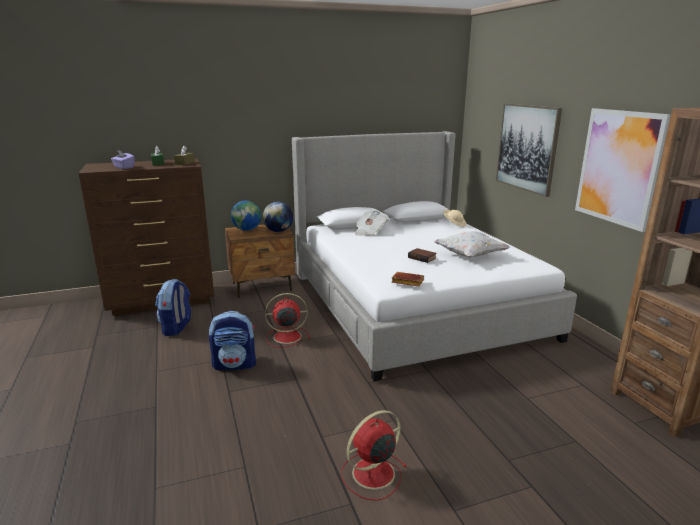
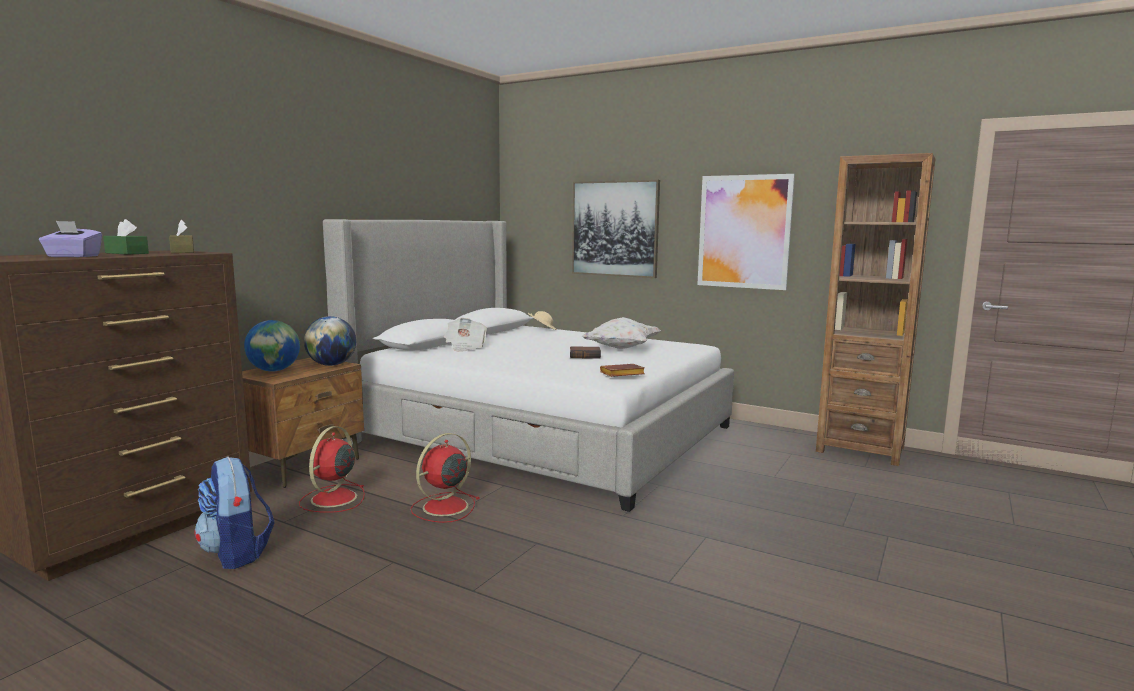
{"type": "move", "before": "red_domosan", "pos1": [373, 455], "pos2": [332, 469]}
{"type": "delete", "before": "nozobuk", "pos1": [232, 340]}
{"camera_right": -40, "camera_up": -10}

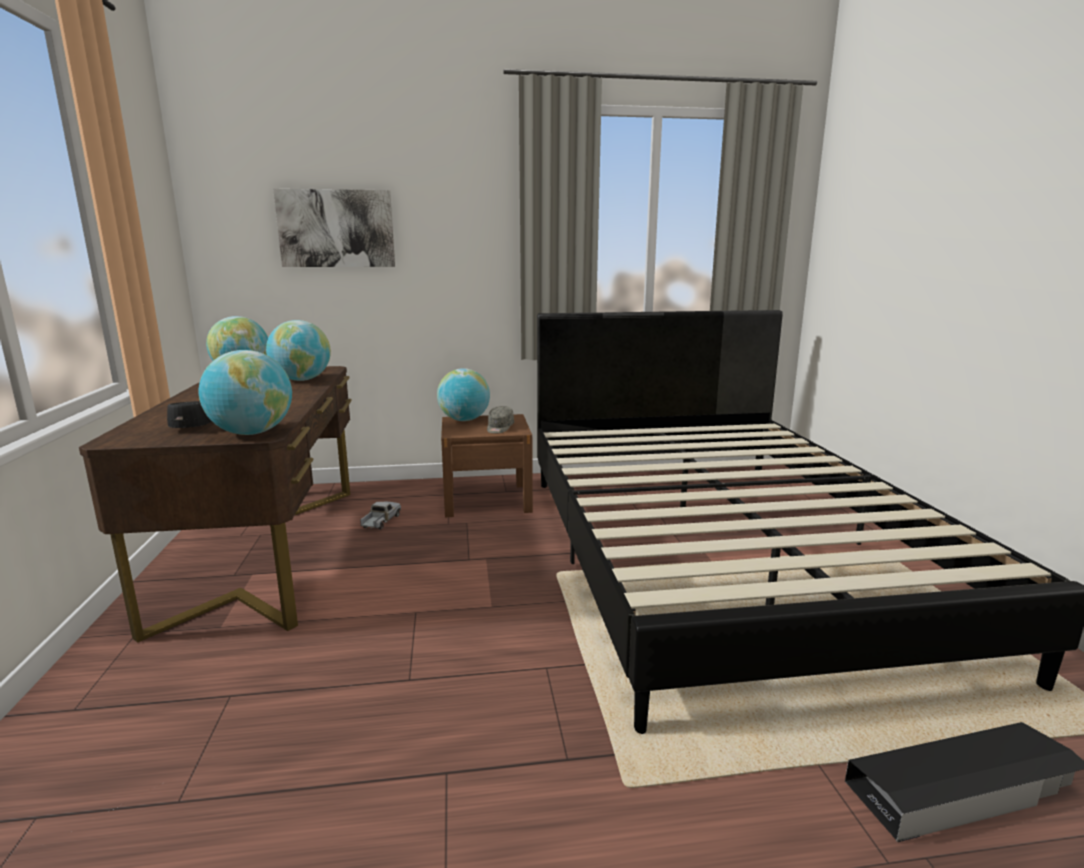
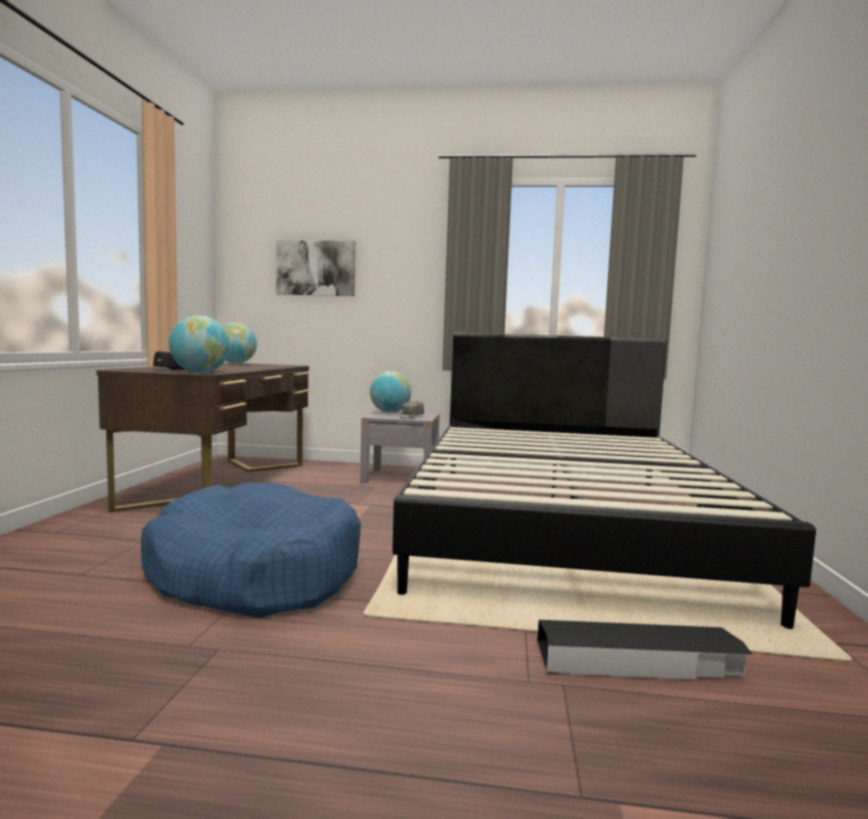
{"type": "insert", "after": "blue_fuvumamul", "pos2": [251, 550]}
{"type": "recolor", "before": "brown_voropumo", "after": "grey_voropumo", "pos1": [487, 466], "pos2": [400, 446]}
{"type": "delete", "before": "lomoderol", "pos1": [298, 350]}
{"type": "delete", "before": "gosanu", "pos1": [380, 515]}
{"camera_right": 15, "camera_up": -10}

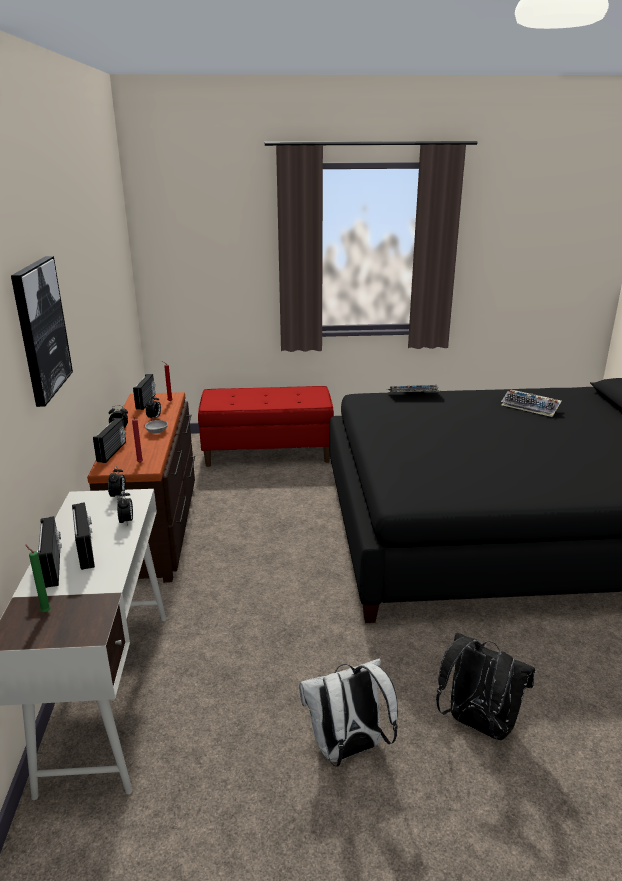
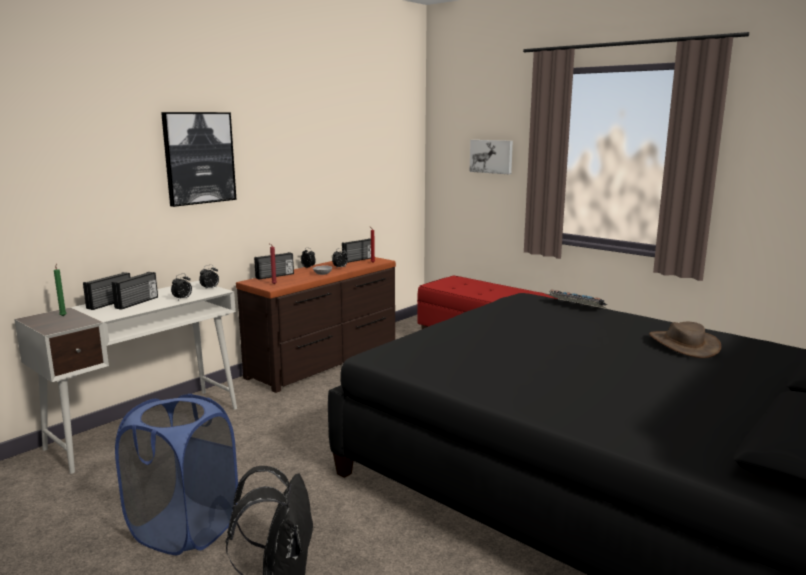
{"type": "replace", "before": "white_nozobuk", "after": "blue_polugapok", "pos1": [348, 713], "pos2": [176, 474]}
{"type": "insert", "after": "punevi", "pos2": [491, 157]}
{"type": "replace", "before": "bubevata", "after": "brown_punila", "pos1": [531, 403], "pos2": [685, 340]}
{"camera_right": 45, "camera_up": -10}

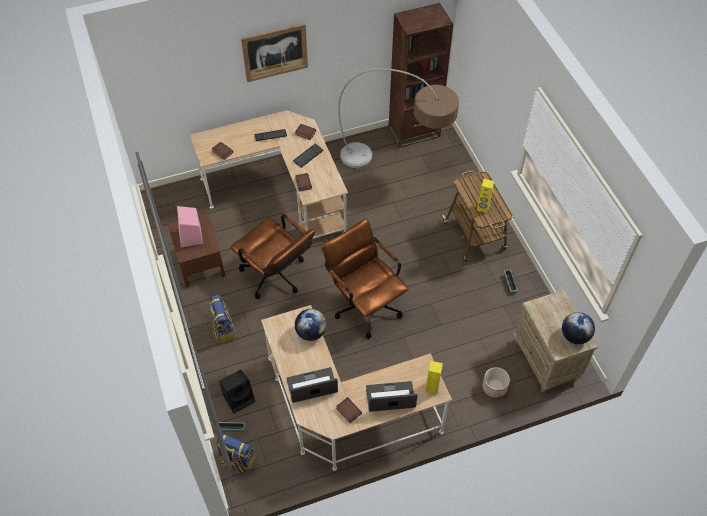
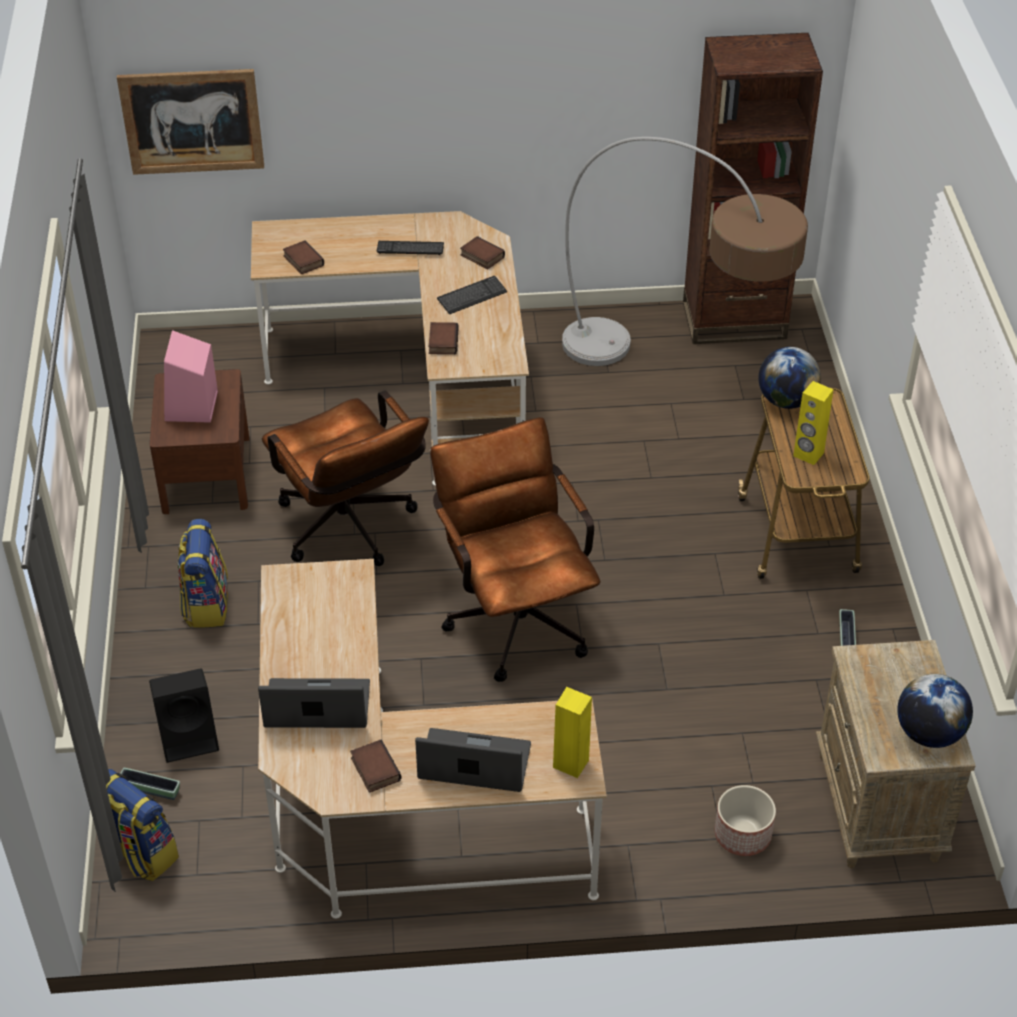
{"type": "move", "before": "punevi", "pos1": [274, 52], "pos2": [190, 122]}
{"type": "move", "before": "lomoderol", "pos1": [311, 325], "pos2": [789, 378]}
{"camera_right": 15, "camera_up": -10}

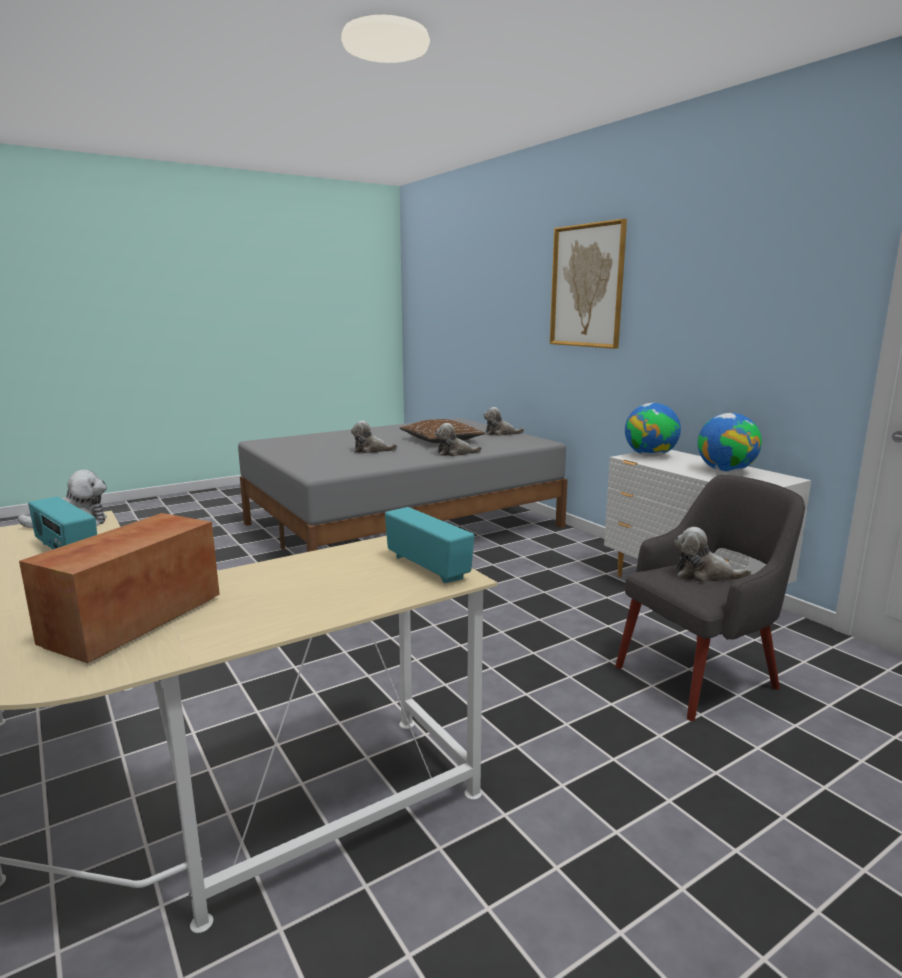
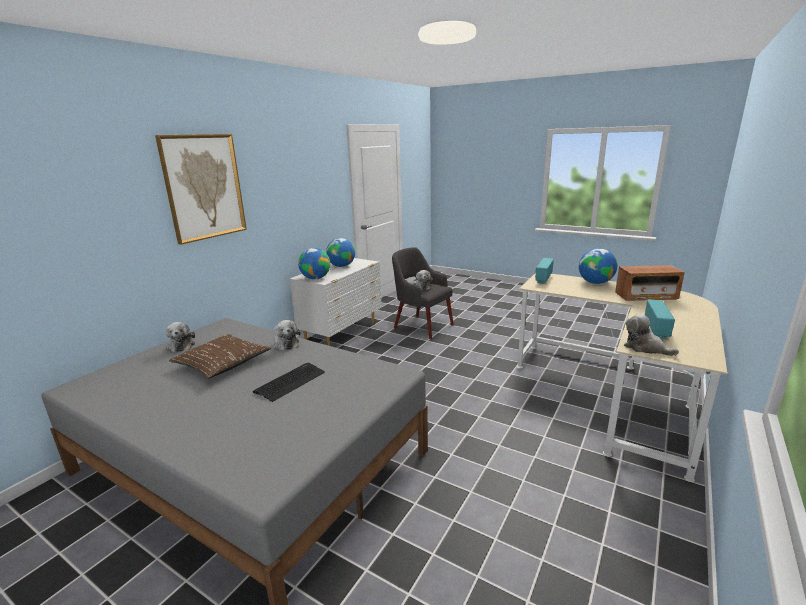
{"type": "replace", "before": "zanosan", "after": "bubevata", "pos1": [374, 437], "pos2": [289, 382]}
{"type": "insert", "after": "lomoderol", "pos2": [598, 266]}
{"camera_right": -115, "camera_up": 5}

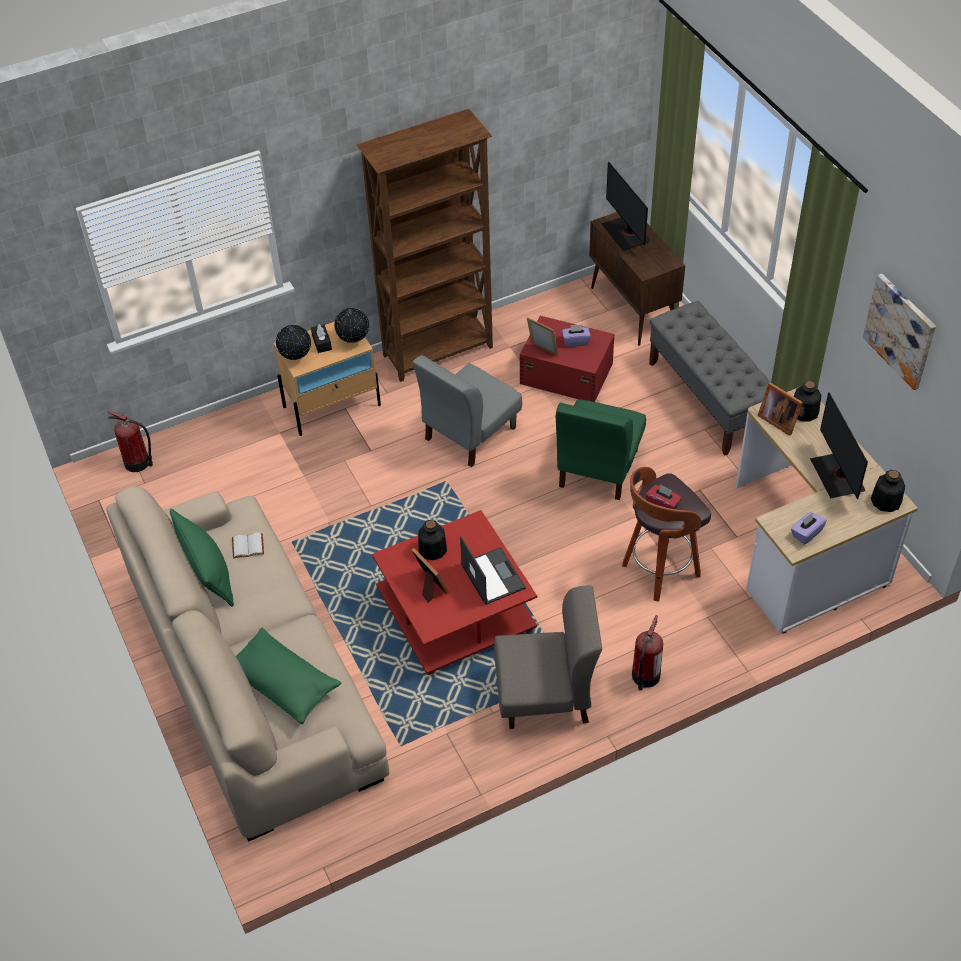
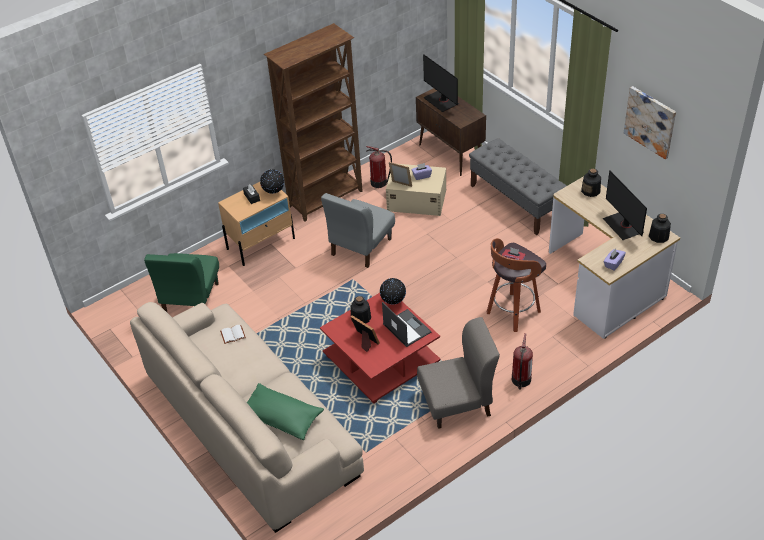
{"type": "move", "before": "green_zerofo", "pos1": [601, 449], "pos2": [181, 283]}
{"type": "move", "before": "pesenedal", "pos1": [130, 441], "pos2": [379, 167]}
{"type": "move", "before": "lomoderol", "pos1": [293, 342], "pos2": [393, 291]}
{"type": "recolor", "before": "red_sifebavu", "after": "beige_sifebavu", "pos1": [567, 359], "pos2": [416, 190]}
{"type": "delete", "before": "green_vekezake", "pos1": [202, 558]}
{"type": "delete", "before": "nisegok", "pos1": [780, 409]}
{"camera_right": -10, "camera_up": -5}

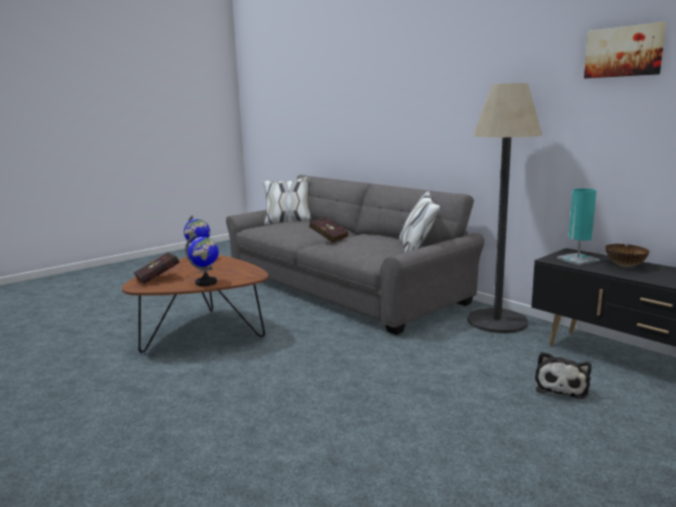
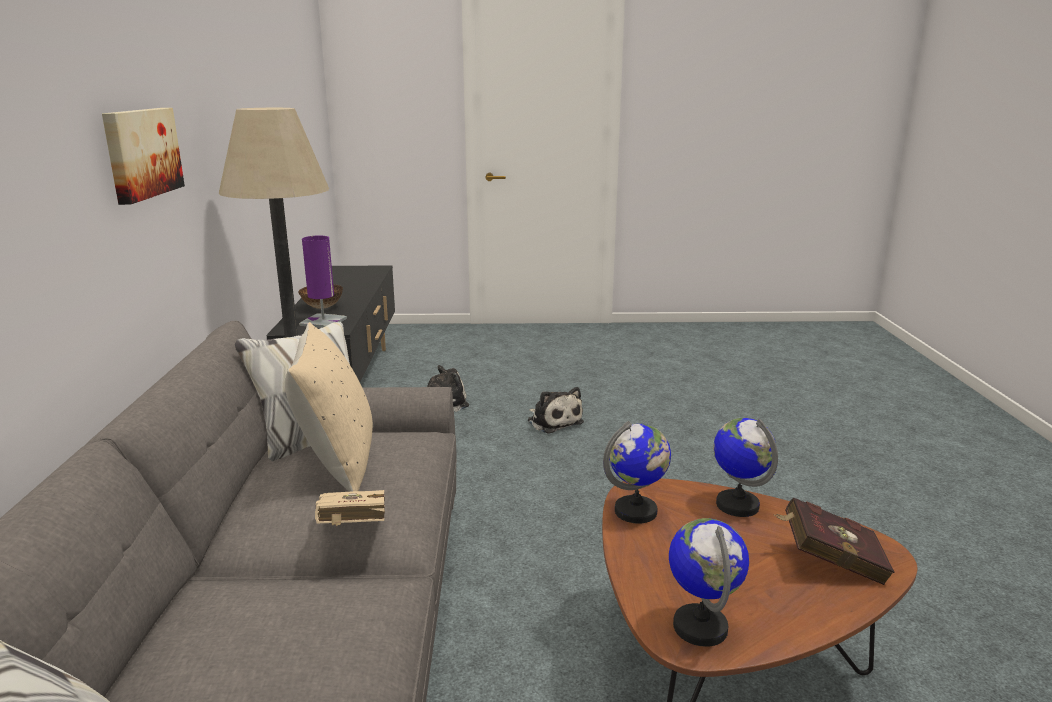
{"type": "move", "before": "punevi", "pos1": [625, 50], "pos2": [143, 156]}
{"type": "insert", "after": "beige_vekezake", "pos2": [329, 407]}
{"type": "recolor", "before": "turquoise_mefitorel", "after": "purple_mefitorel", "pos1": [578, 226], "pos2": [323, 281]}
{"type": "recolor", "before": "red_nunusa", "after": "beige_nunusa", "pos1": [329, 230], "pos2": [350, 508]}
{"type": "insert", "after": "zanosan", "pos2": [556, 410]}
{"type": "insert", "after": "lomoderol", "pos2": [637, 472]}
{"camera_right": -140, "camera_up": 5}

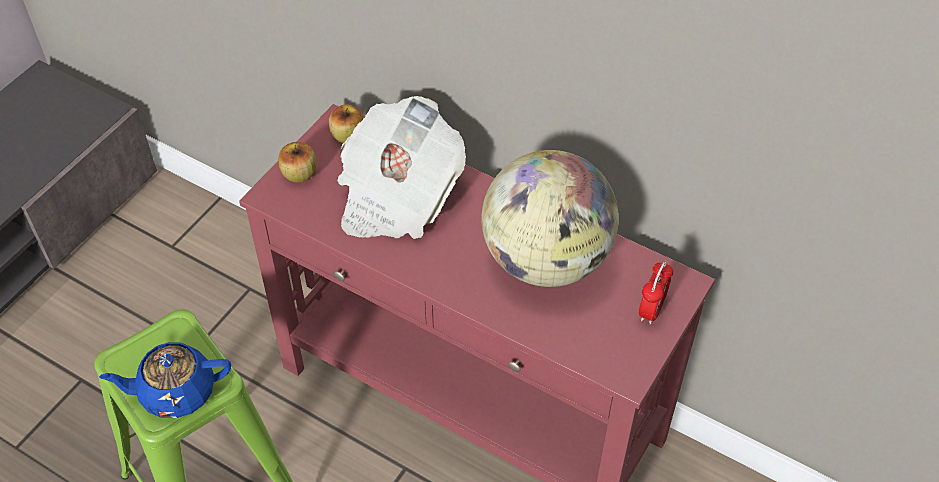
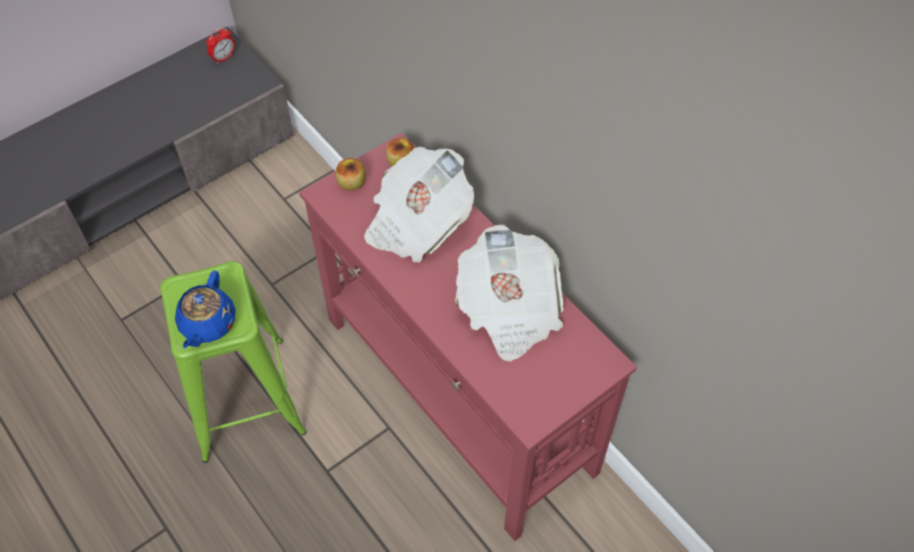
{"type": "rotate", "before": "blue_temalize", "pos1": [165, 380], "pos2": [205, 309], "turn": -90}
{"type": "move", "before": "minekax", "pos1": [656, 293], "pos2": [220, 45]}
{"type": "replace", "before": "lomoderol", "after": "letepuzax", "pos1": [550, 218], "pos2": [509, 293]}
{"camera_right": 20, "camera_up": 5}

